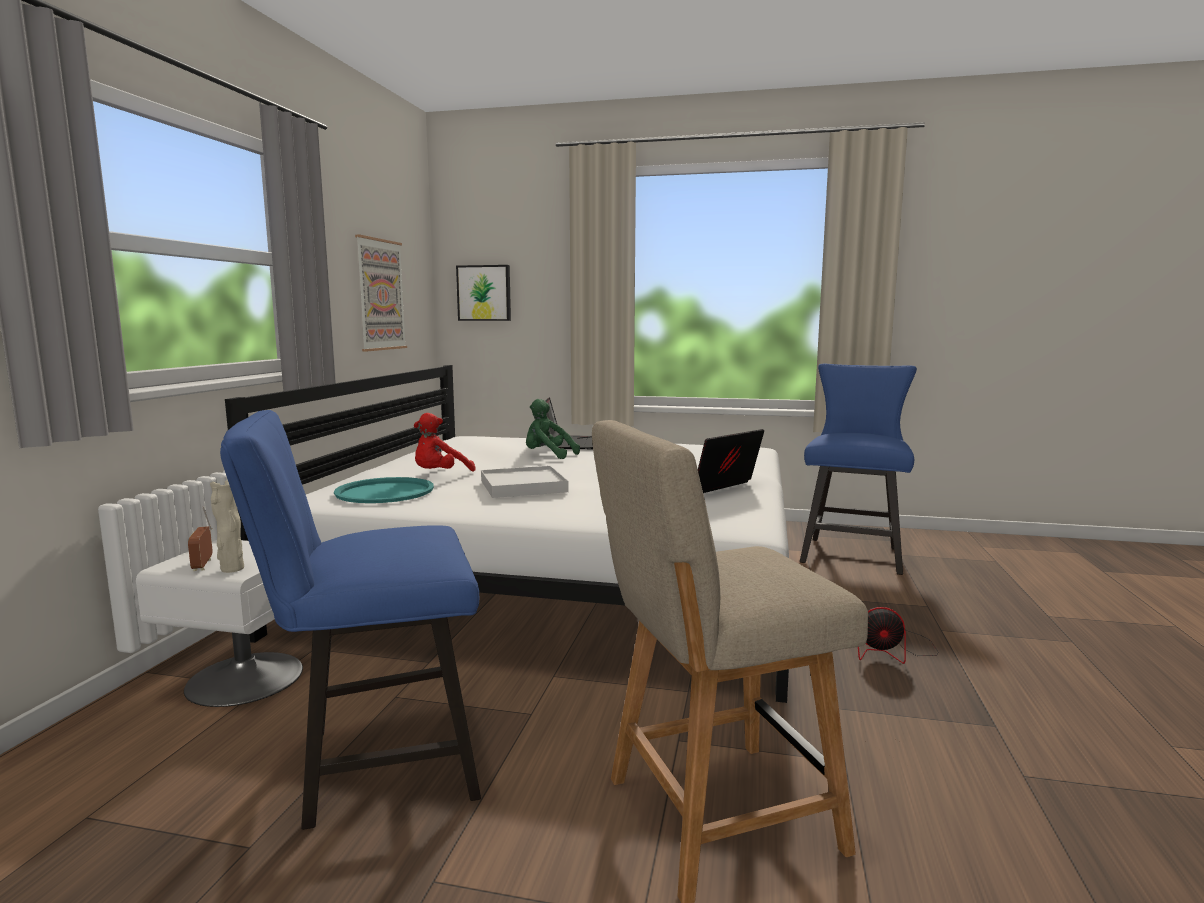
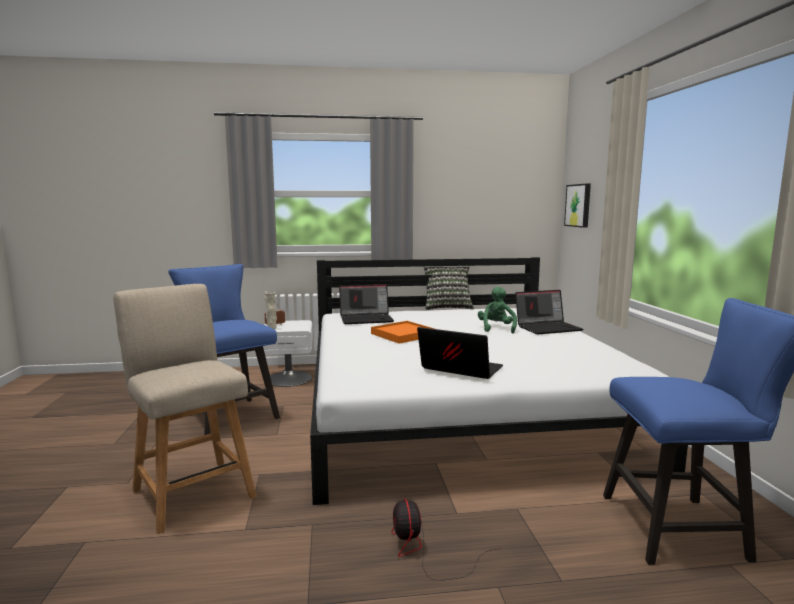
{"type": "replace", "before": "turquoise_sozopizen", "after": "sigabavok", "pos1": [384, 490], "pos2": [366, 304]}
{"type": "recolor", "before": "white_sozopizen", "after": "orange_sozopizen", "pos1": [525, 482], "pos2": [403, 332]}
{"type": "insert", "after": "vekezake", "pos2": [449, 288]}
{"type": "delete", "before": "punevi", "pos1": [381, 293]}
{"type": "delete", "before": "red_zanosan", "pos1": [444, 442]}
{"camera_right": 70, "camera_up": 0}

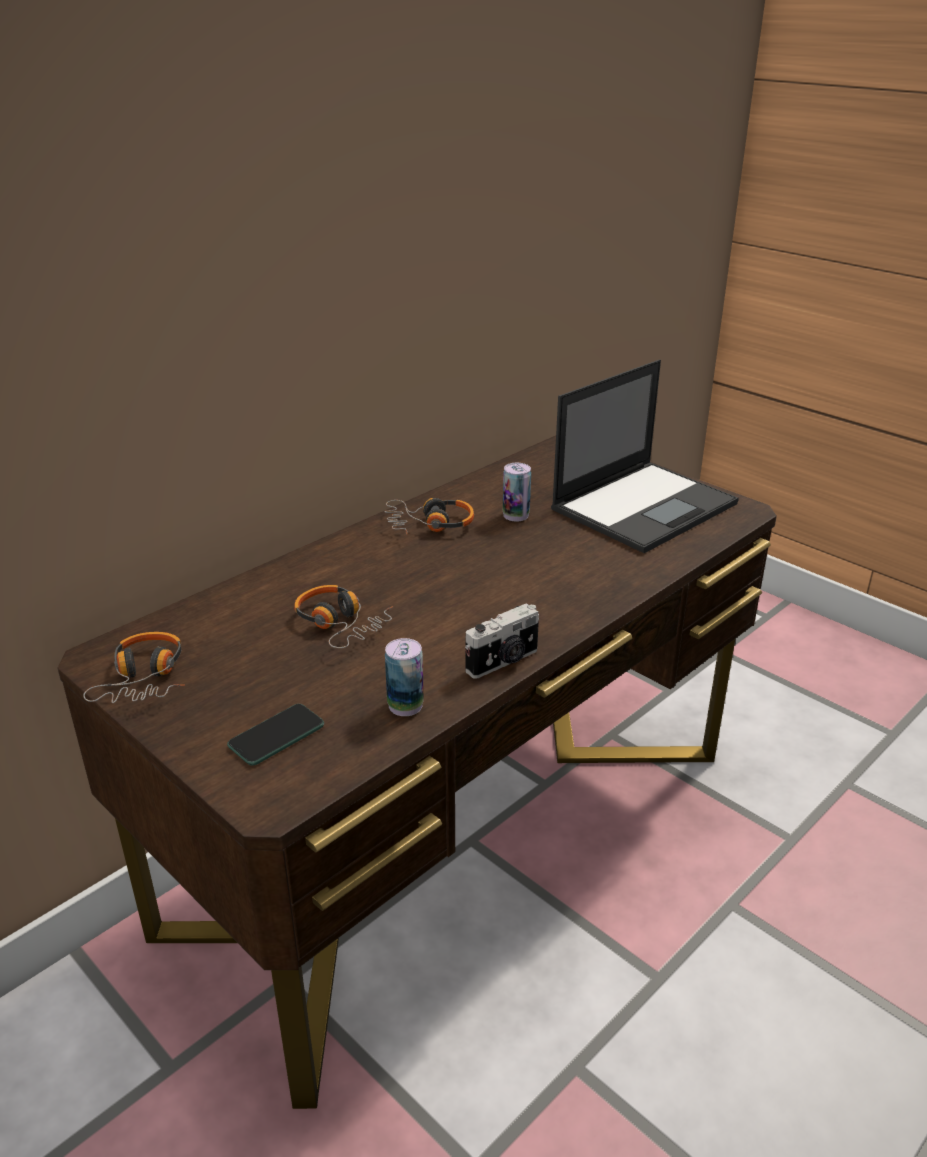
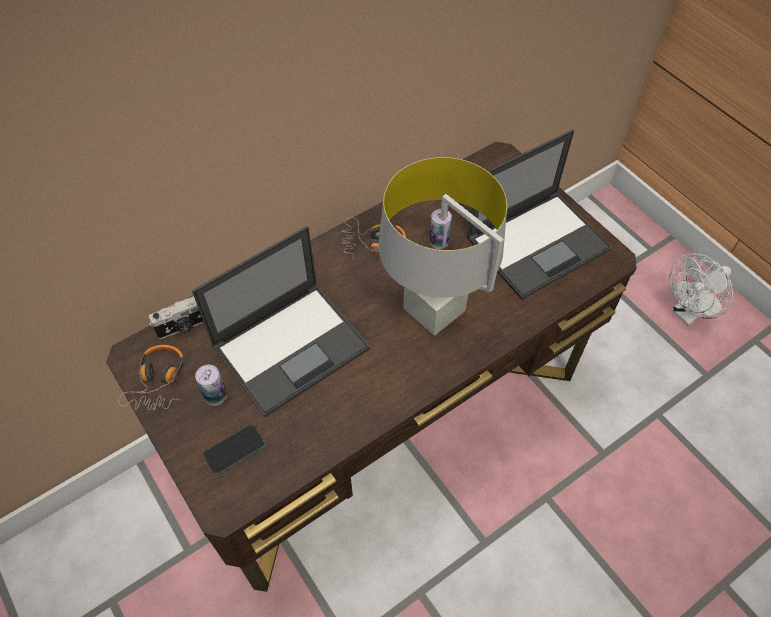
{"type": "move", "before": "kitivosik", "pos1": [502, 641], "pos2": [176, 317]}
{"type": "replace", "before": "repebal", "after": "sigabavok", "pos1": [344, 616], "pos2": [281, 321]}
{"type": "move", "before": "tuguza", "pos1": [404, 677], "pos2": [211, 385]}
{"type": "insert", "after": "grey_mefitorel", "pos2": [442, 246]}
{"type": "insert", "after": "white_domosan", "pos2": [701, 289]}
{"camera_right": 10, "camera_up": 25}

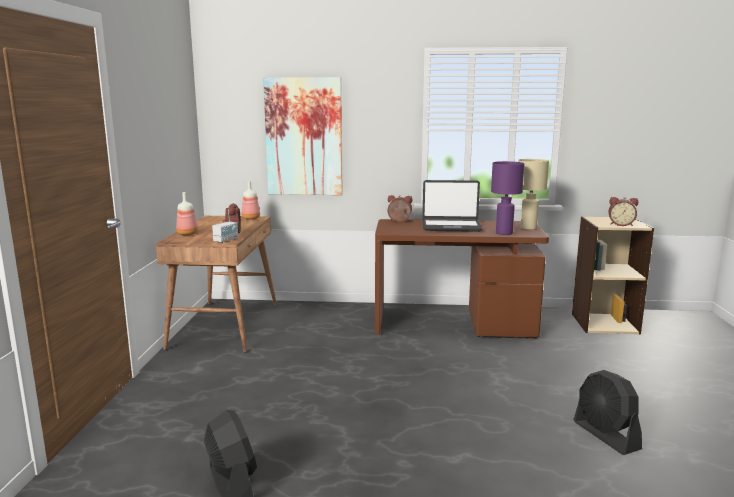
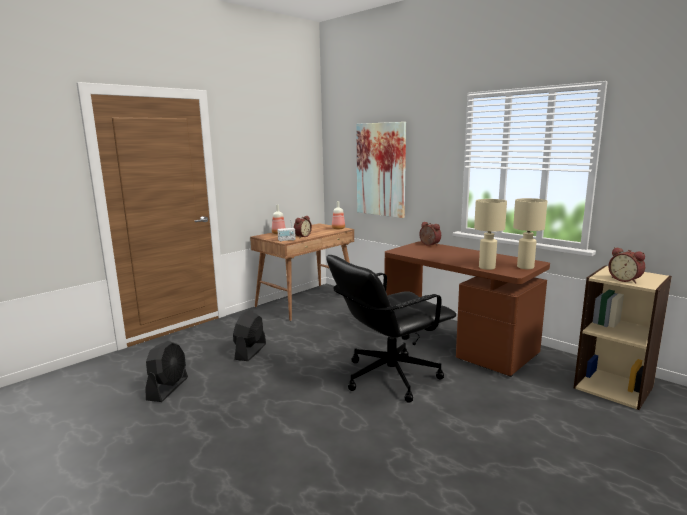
{"type": "move", "before": "black_domosan", "pos1": [607, 412], "pos2": [249, 335]}
{"type": "insert", "after": "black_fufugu", "pos2": [391, 329]}
{"type": "recolor", "before": "purple_mefitorel", "after": "beige_mefitorel", "pos1": [508, 198], "pos2": [490, 234]}
{"type": "delete", "before": "sigabavok", "pos1": [452, 206]}
{"camera_right": 40, "camera_up": 0}

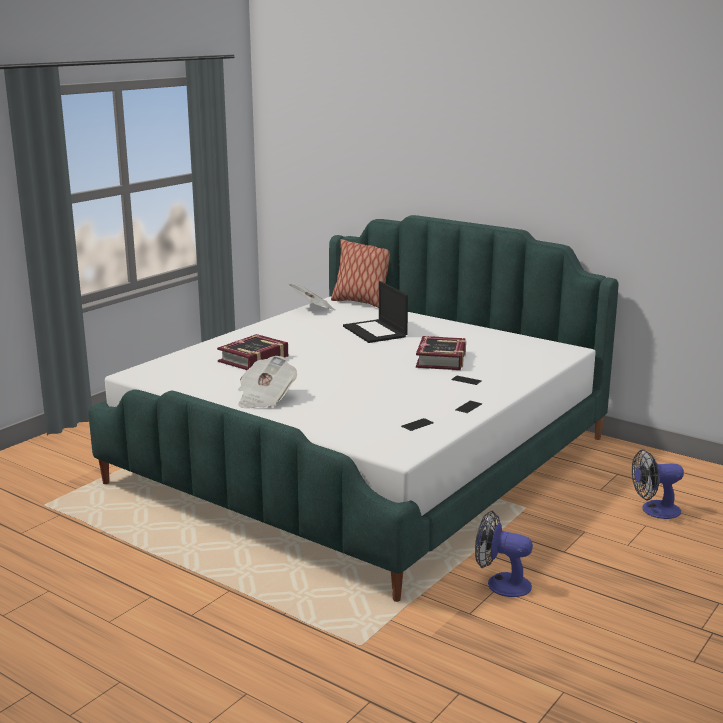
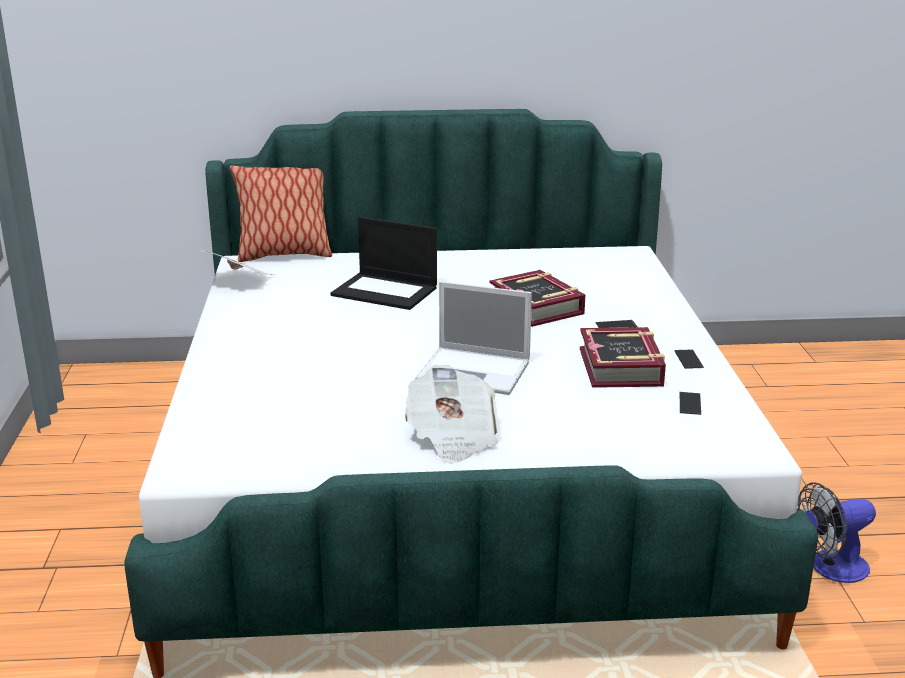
{"type": "insert", "after": "sigabavok", "pos2": [473, 338]}
{"type": "move", "before": "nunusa", "pos1": [252, 352], "pos2": [623, 357]}
{"type": "delete", "before": "domosan", "pos1": [658, 484]}
{"camera_right": -40, "camera_up": 5}

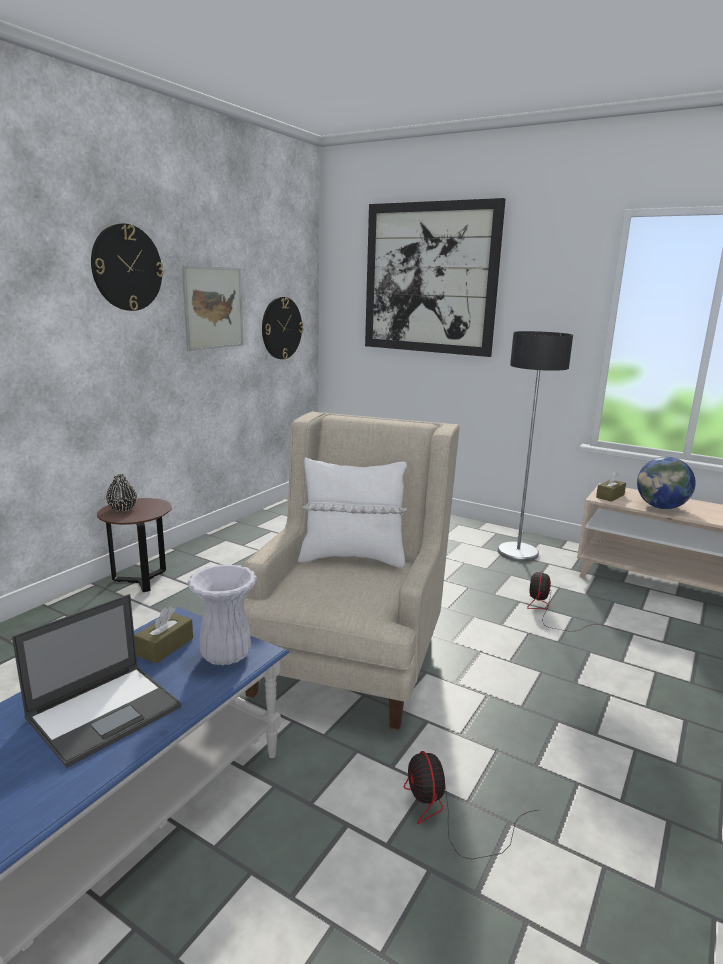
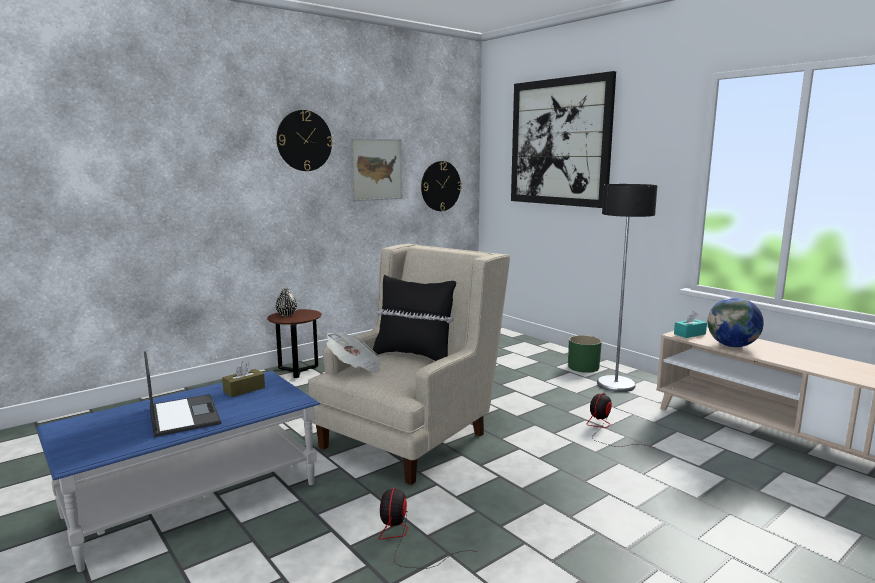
{"type": "rotate", "before": "sigabavok", "pos1": [96, 681], "pos2": [182, 394], "turn": -90}
{"type": "insert", "after": "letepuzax", "pos2": [354, 353]}
{"type": "recolor", "before": "white_vekezake", "after": "black_vekezake", "pos1": [352, 512], "pos2": [414, 318]}
{"type": "insert", "after": "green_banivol", "pos2": [585, 354]}
{"type": "recolor", "before": "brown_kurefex", "after": "turquoise_kurefex", "pos1": [611, 487], "pos2": [690, 324]}
{"type": "delete", "before": "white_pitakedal", "pos1": [222, 614]}
{"camera_right": 20, "camera_up": -5}

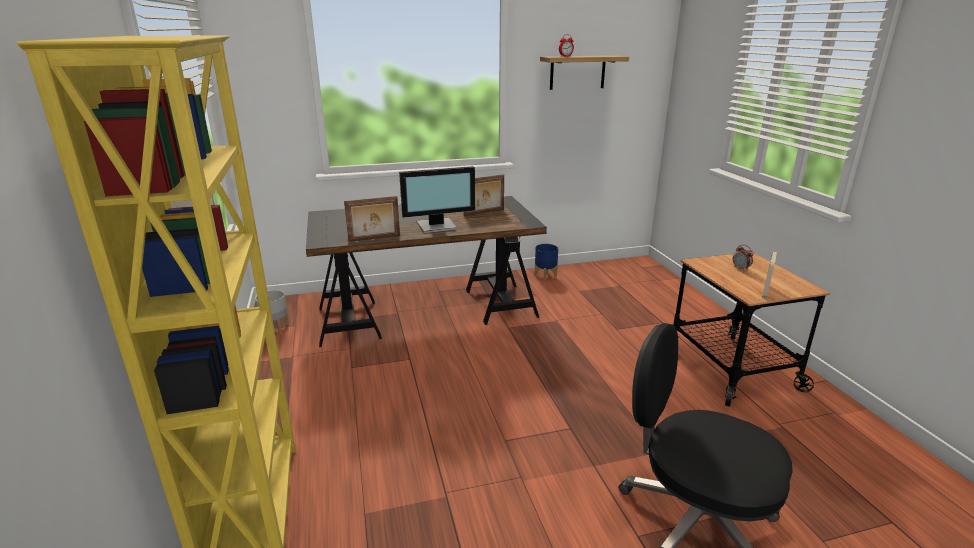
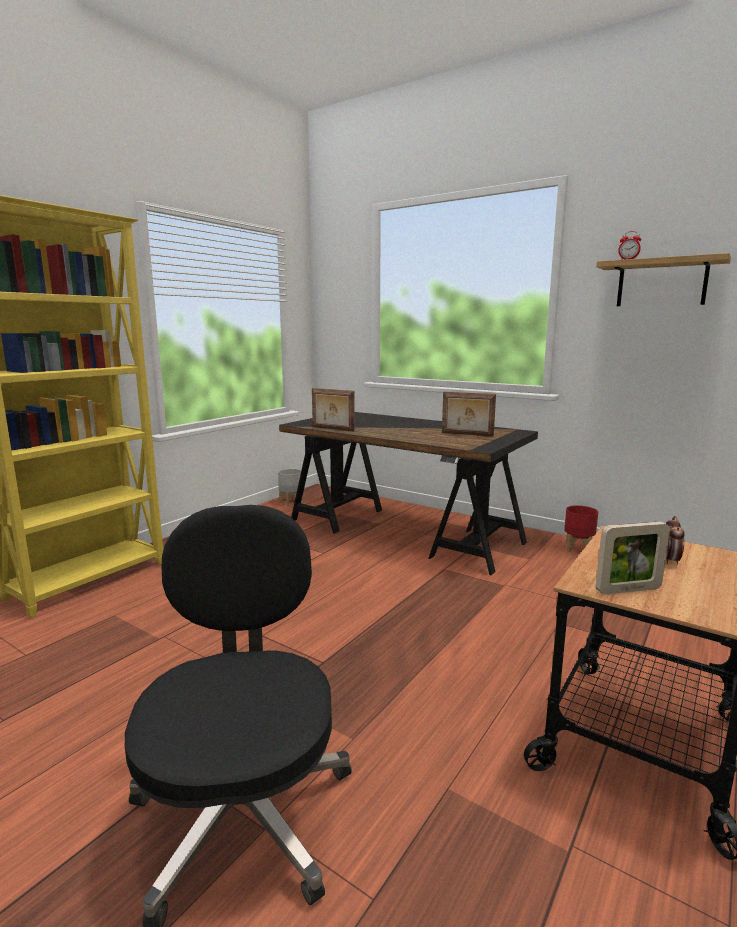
{"type": "recolor", "before": "blue_banivol", "after": "red_banivol", "pos1": [546, 262], "pos2": [581, 528]}
{"type": "delete", "before": "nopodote", "pos1": [437, 199]}
{"camera_right": 50, "camera_up": -10}

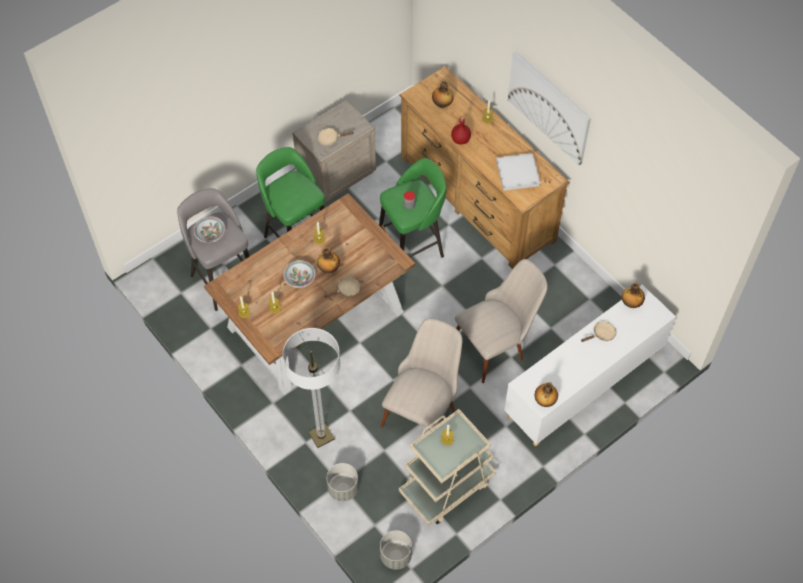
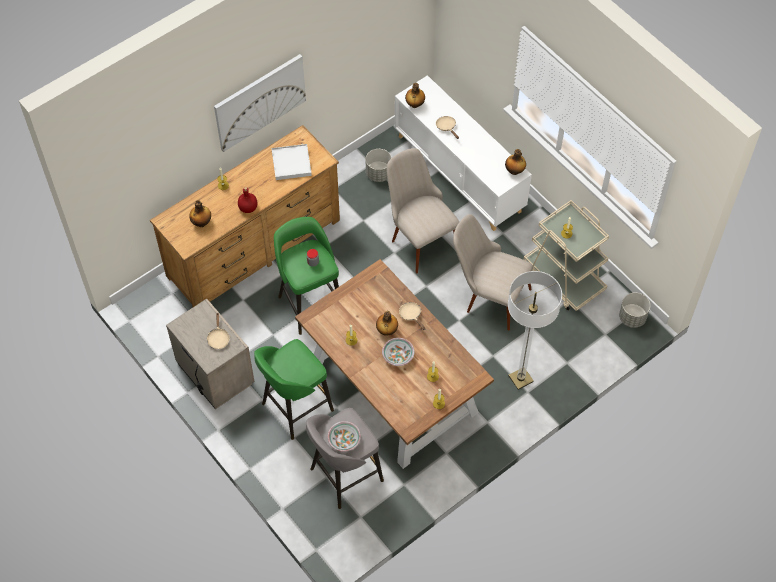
{"type": "move", "before": "grey_banivol", "pos1": [343, 482], "pos2": [379, 165]}
{"camera_right": -90, "camera_up": 0}

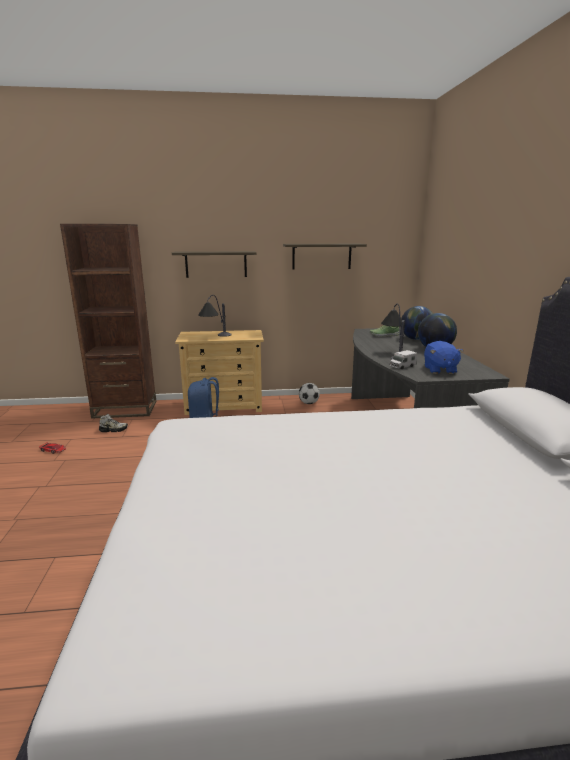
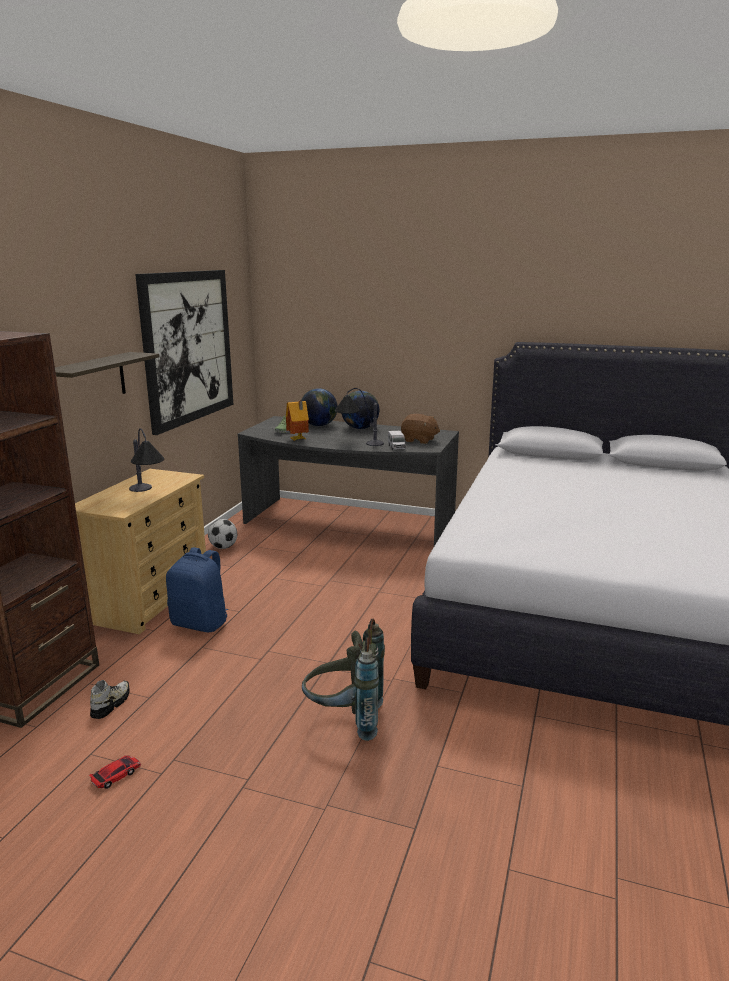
{"type": "replace", "before": "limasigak", "after": "punevi", "pos1": [325, 257], "pos2": [184, 352]}
{"type": "insert", "after": "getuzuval", "pos2": [297, 420]}
{"type": "insert", "after": "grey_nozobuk", "pos2": [343, 680]}
{"type": "recolor", "before": "blue_zanosan", "after": "brown_zanosan", "pos1": [443, 357], "pos2": [420, 429]}
{"camera_right": -65, "camera_up": 0}

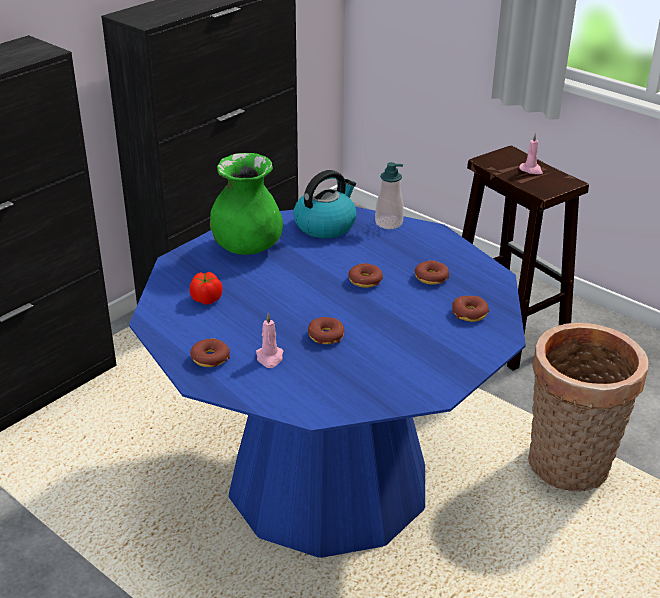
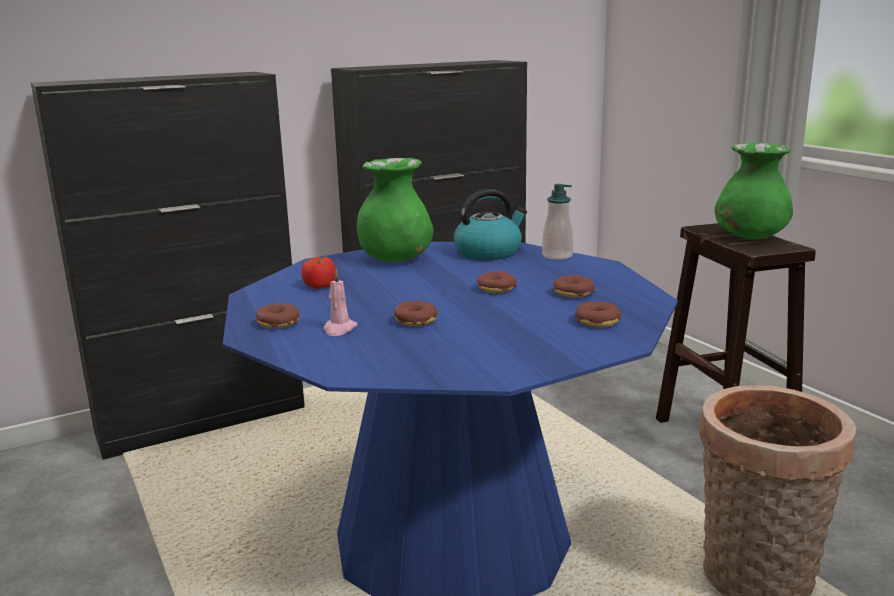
{"type": "replace", "before": "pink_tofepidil", "after": "green_pitakedal", "pos1": [531, 153], "pos2": [754, 191]}
{"camera_right": 20, "camera_up": -15}

